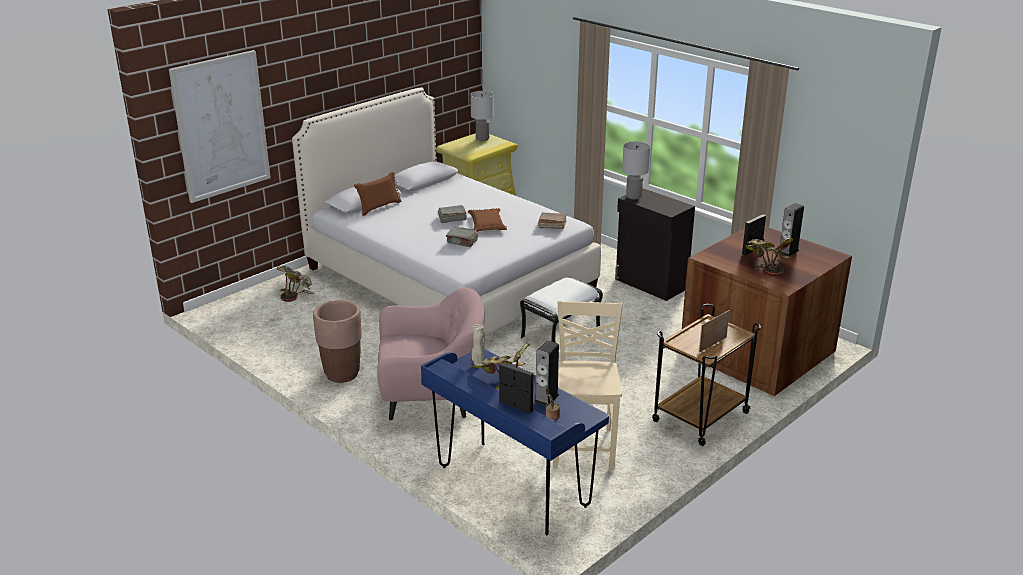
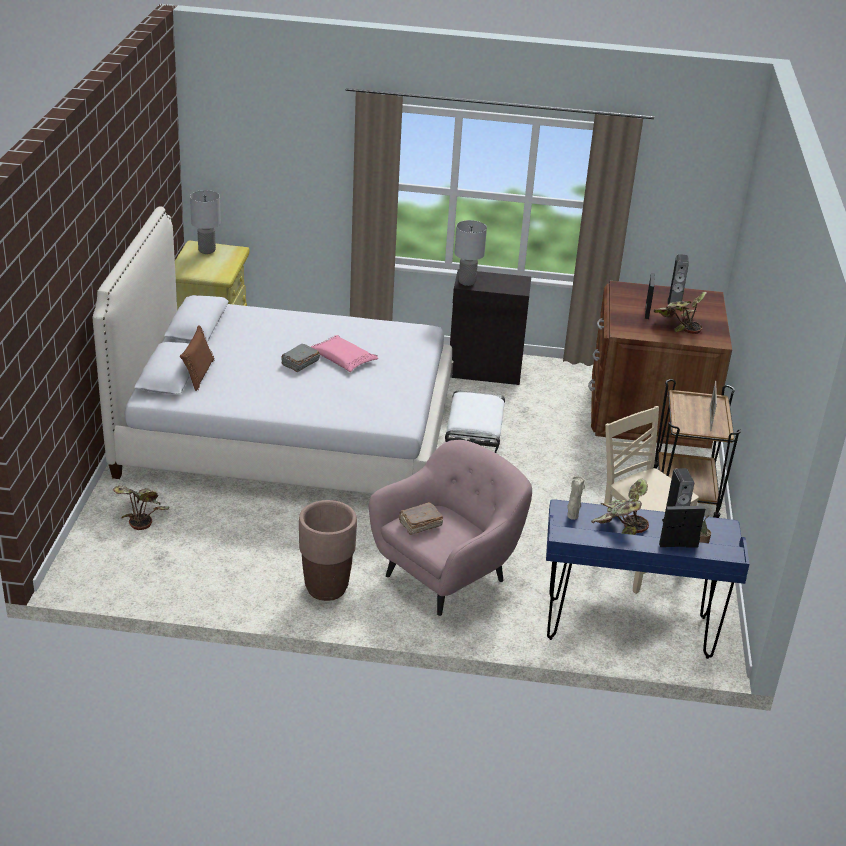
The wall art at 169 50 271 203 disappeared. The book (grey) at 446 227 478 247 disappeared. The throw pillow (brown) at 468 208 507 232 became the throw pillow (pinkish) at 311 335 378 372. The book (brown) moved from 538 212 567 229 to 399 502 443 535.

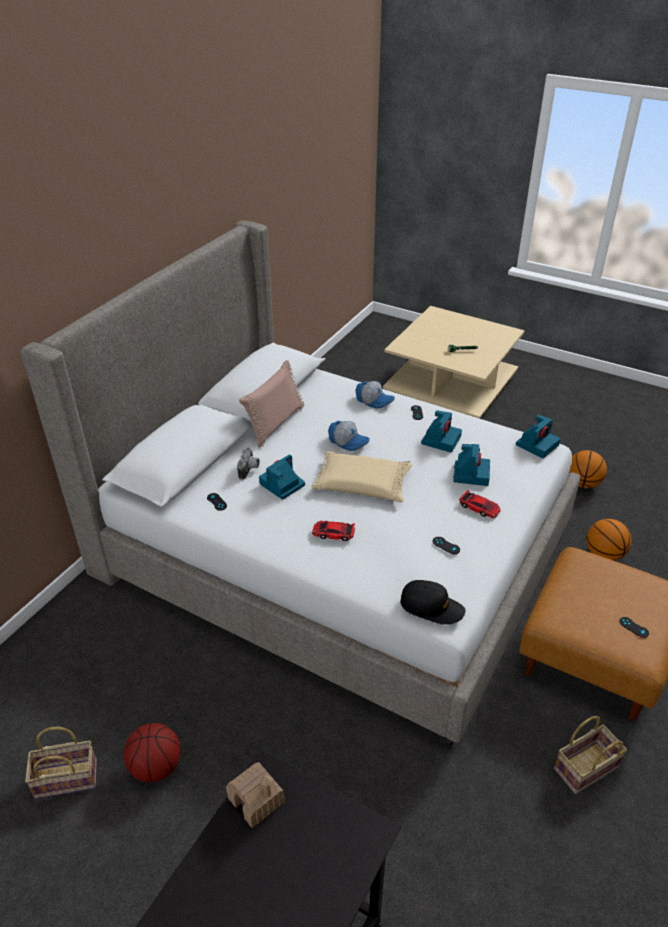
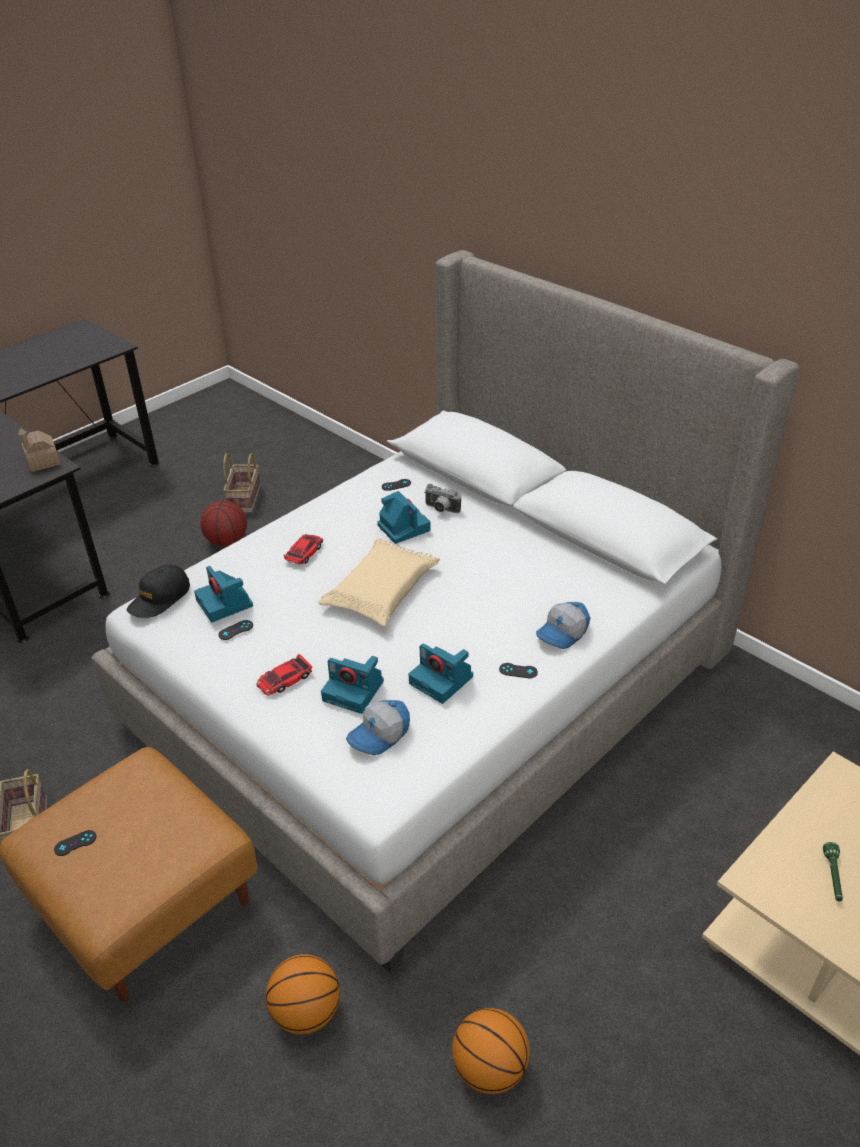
The throw pillow (beige-coloured) at 239 360 304 448 disappeared. The cap moved from 328 421 370 451 to 346 700 410 755. The still camera moved from 516 415 560 459 to 194 566 253 622.

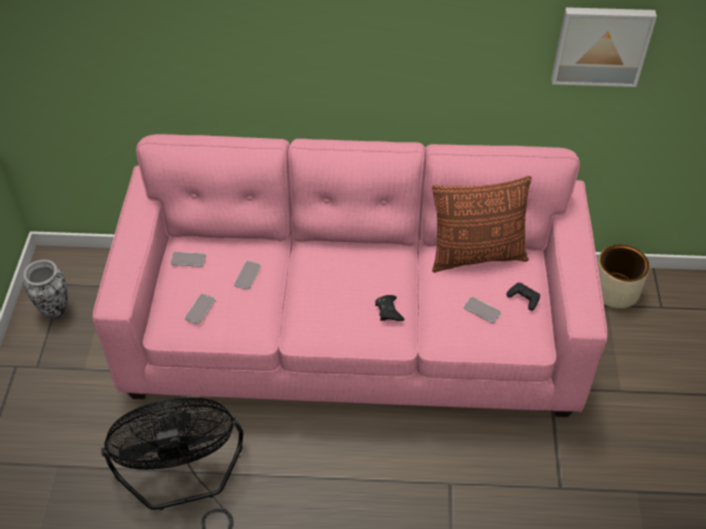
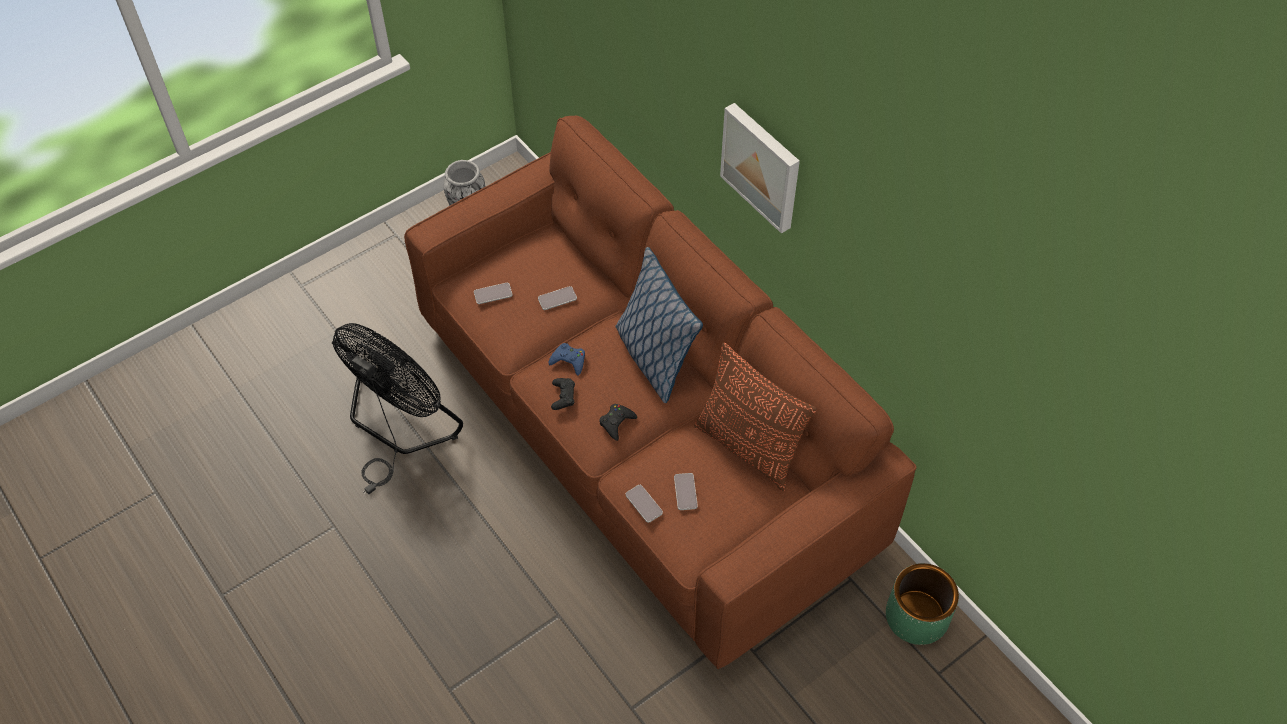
The couch (pinkish) at 93 134 607 417 became the couch (brown) at 404 116 917 669. The handset moved from 170 252 206 267 to 626 485 663 523. The gamepad (black-coloured) moved from 506 283 540 311 to 551 378 575 410. The wall art moved from 551 7 657 87 to 720 103 800 234. The planter (beige-coloured) at 597 244 650 308 became the planter (green) at 886 563 959 645. The gamepad (bluish) at 549 343 585 376 appeared. The throw pillow at 615 247 703 403 appeared.

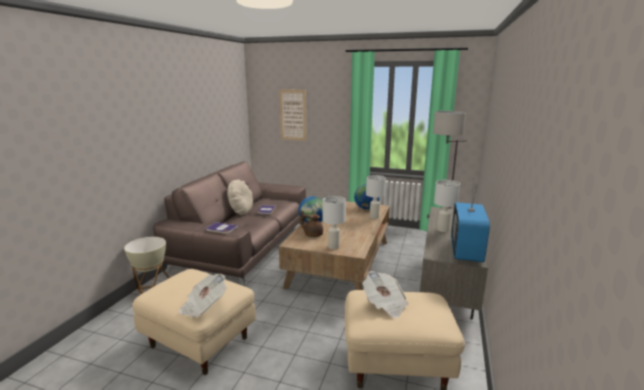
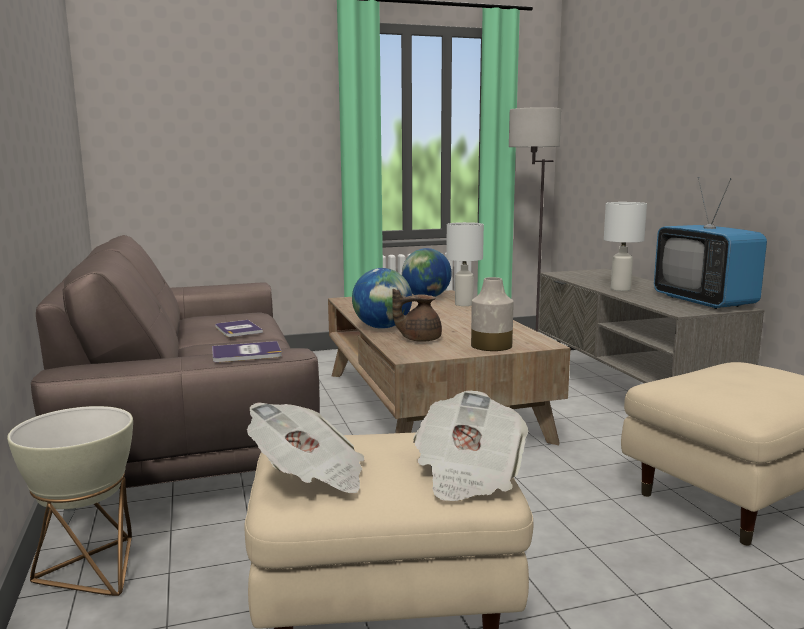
The throw pillow (beige-coloured) at 227 180 253 215 disappeared. The wall art at 279 89 307 141 disappeared. The lamp for a table (white) at 323 196 346 249 was replaced by the decorative vase (beige-coloured) at 471 277 514 351. The printed paper moved from 363 271 409 319 to 247 403 364 493.

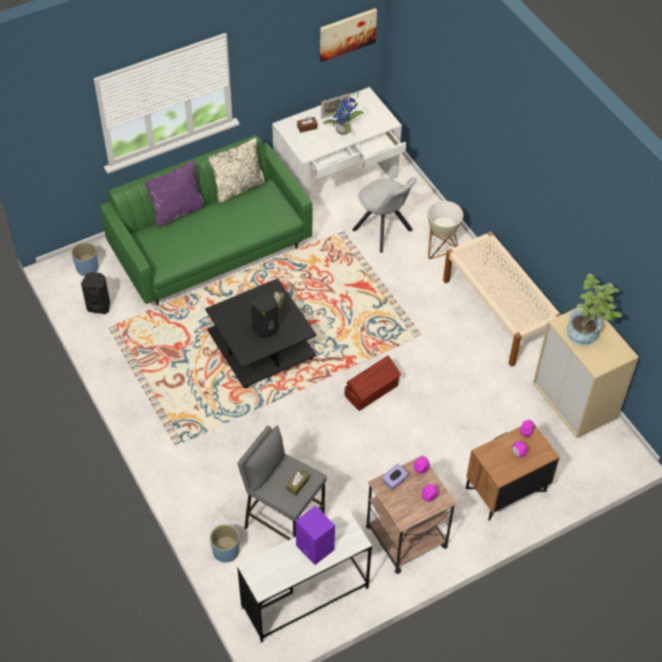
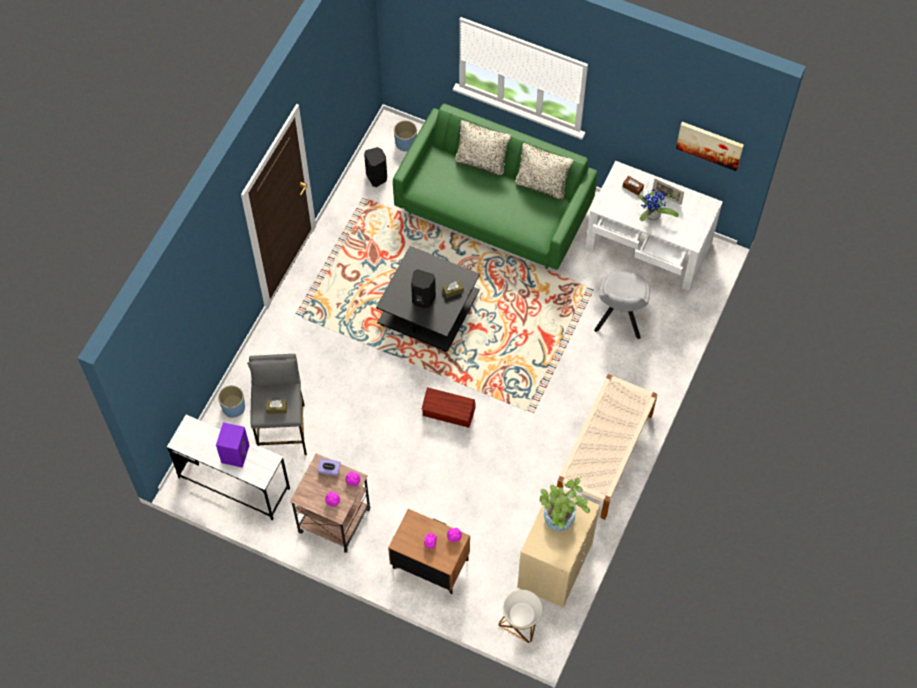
The throw pillow (purplish) at 145 160 204 227 became the throw pillow (beige-coloured) at 455 120 512 175. The planter moved from 427 201 463 259 to 498 590 542 643.

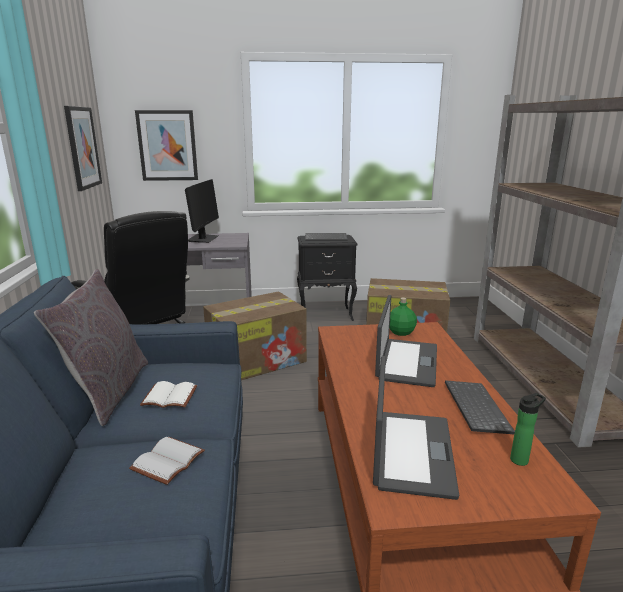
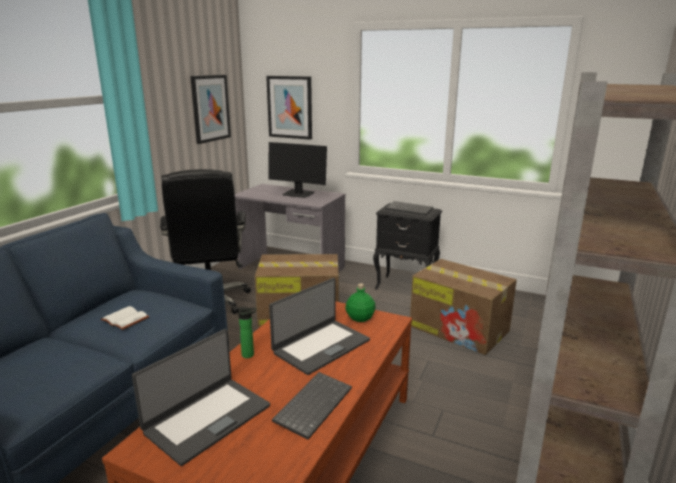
The throw pillow (grey) at 34 269 148 426 disappeared. The book (white) at 129 437 205 485 disappeared. The computer display at 185 179 219 243 turned 75 degrees clockwise. The bottle moved from 510 393 546 466 to 238 307 257 358.

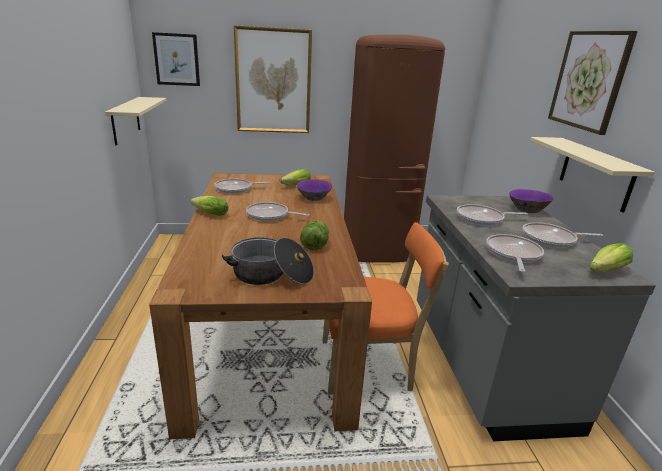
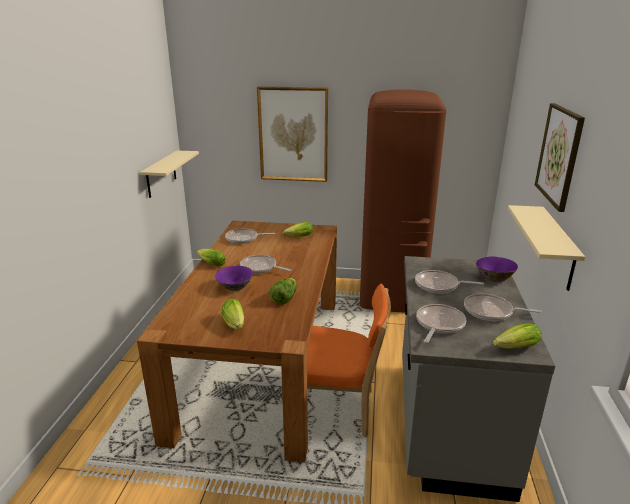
The wall art at 152 32 200 86 disappeared. The cooking pot at 222 237 314 285 was replaced by the lettuce at 221 299 244 329. The deep dish (purplish) moved from 297 179 332 201 to 215 266 253 291.

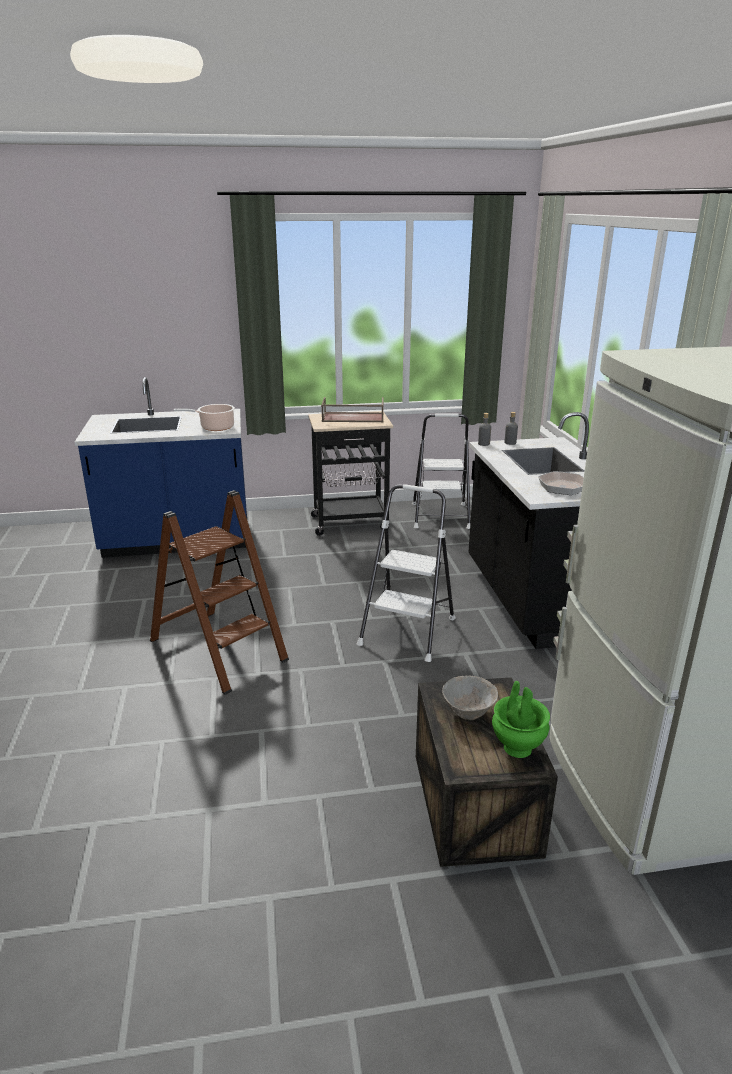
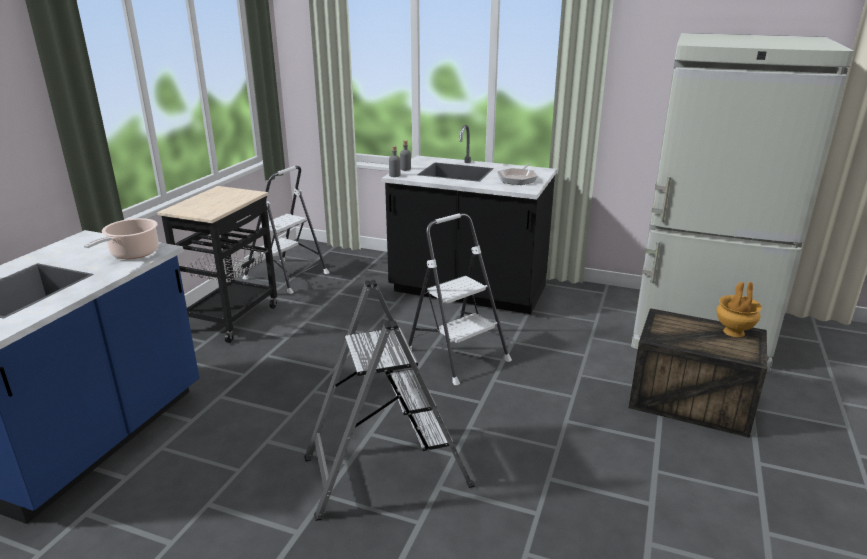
The step ladder (brown) at 150 490 289 695 became the step ladder (grey) at 304 280 475 521. The tray (brown) at 321 397 384 422 disappeared. The deep dish (grey) at 442 676 498 720 disappeared. The decorative vase (green) at 492 681 550 758 became the decorative vase (brown) at 717 282 762 337.

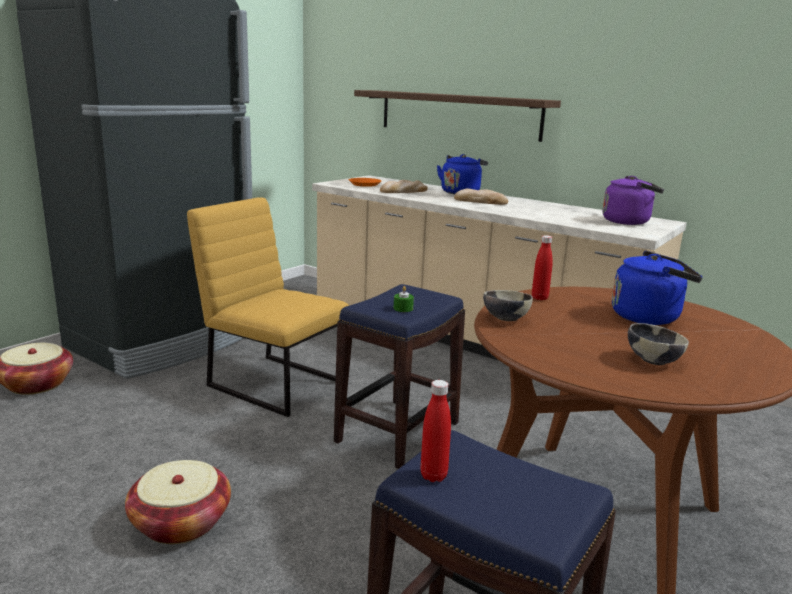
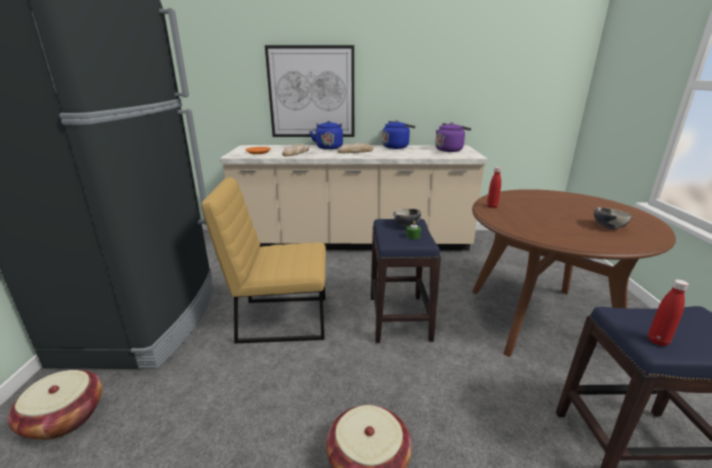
The wall shelf at 354 90 561 142 was replaced by the wall art at 265 45 354 137. The deep dish moved from 483 290 533 321 to 393 209 421 227. The water kettle (bluish) moved from 612 251 702 325 to 382 120 415 149.

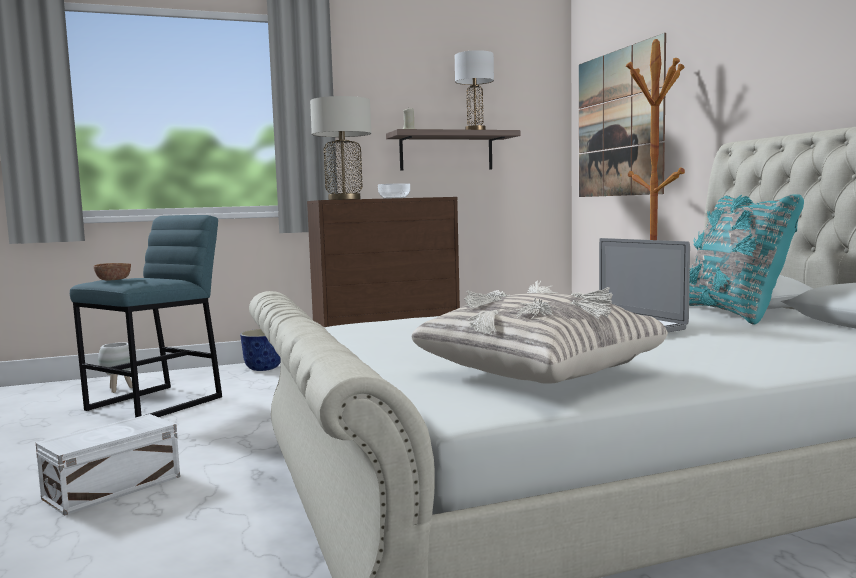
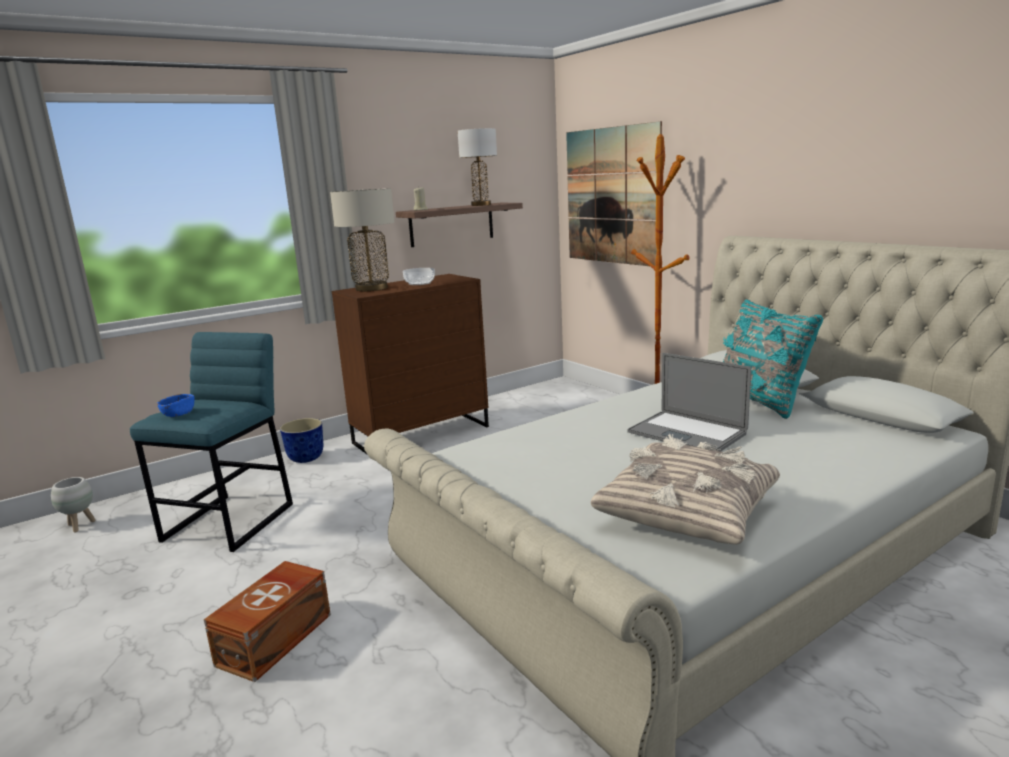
The storage box (white) at 36 414 180 516 became the storage box (brown) at 204 561 331 682. The deep dish (brown) at 94 263 131 281 became the deep dish (bluish) at 157 394 194 417. The planter (white) moved from 98 342 133 393 to 51 477 96 533.

